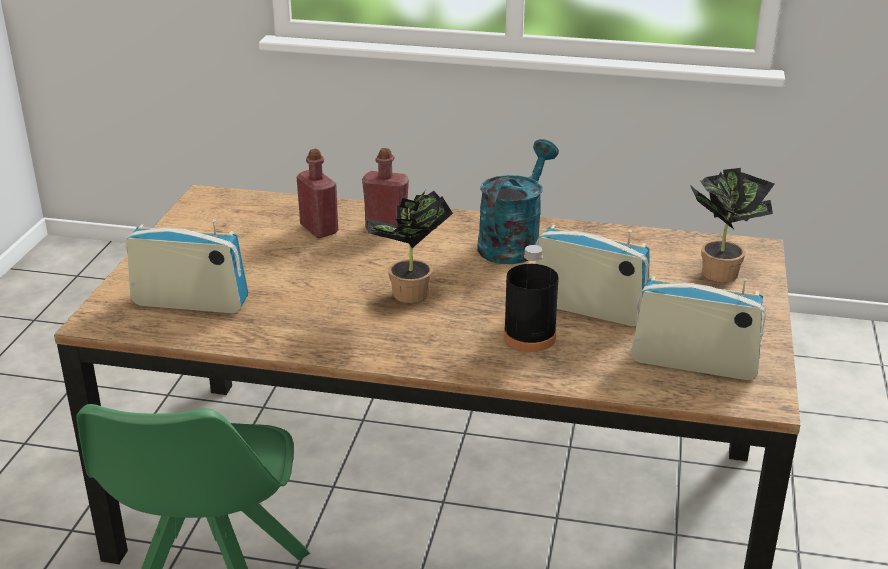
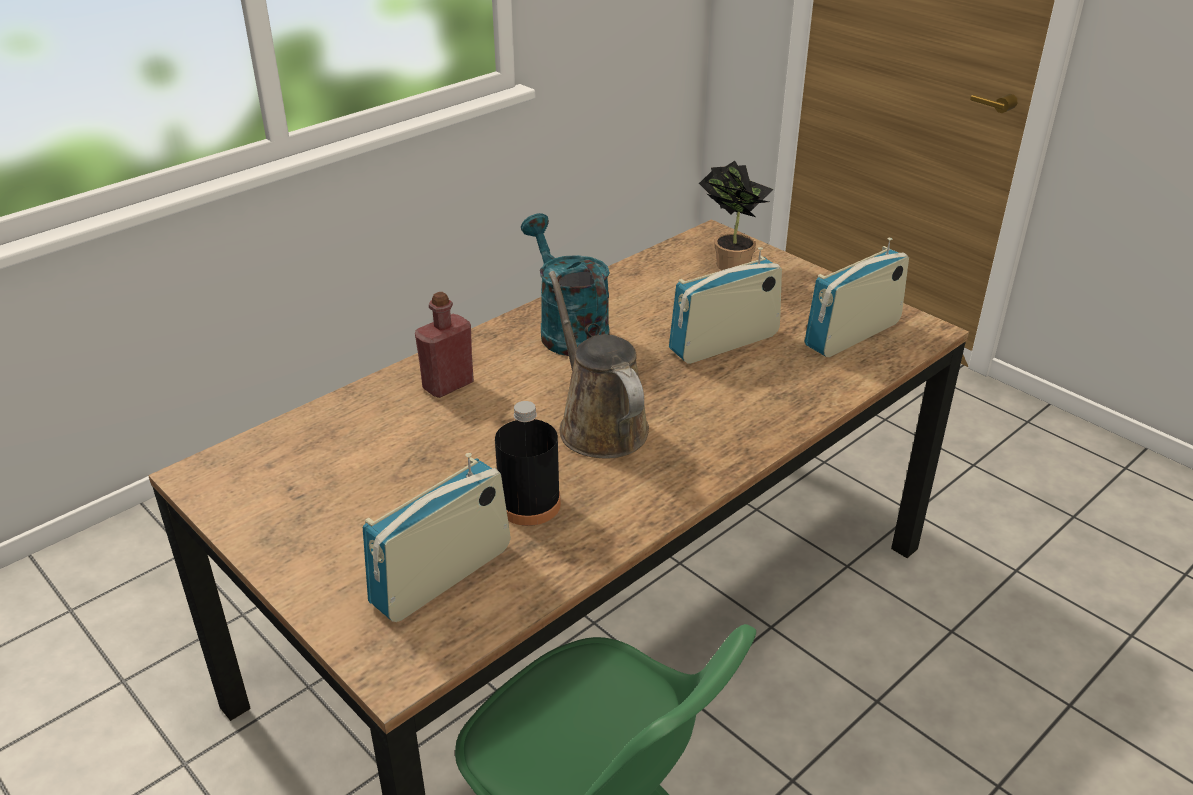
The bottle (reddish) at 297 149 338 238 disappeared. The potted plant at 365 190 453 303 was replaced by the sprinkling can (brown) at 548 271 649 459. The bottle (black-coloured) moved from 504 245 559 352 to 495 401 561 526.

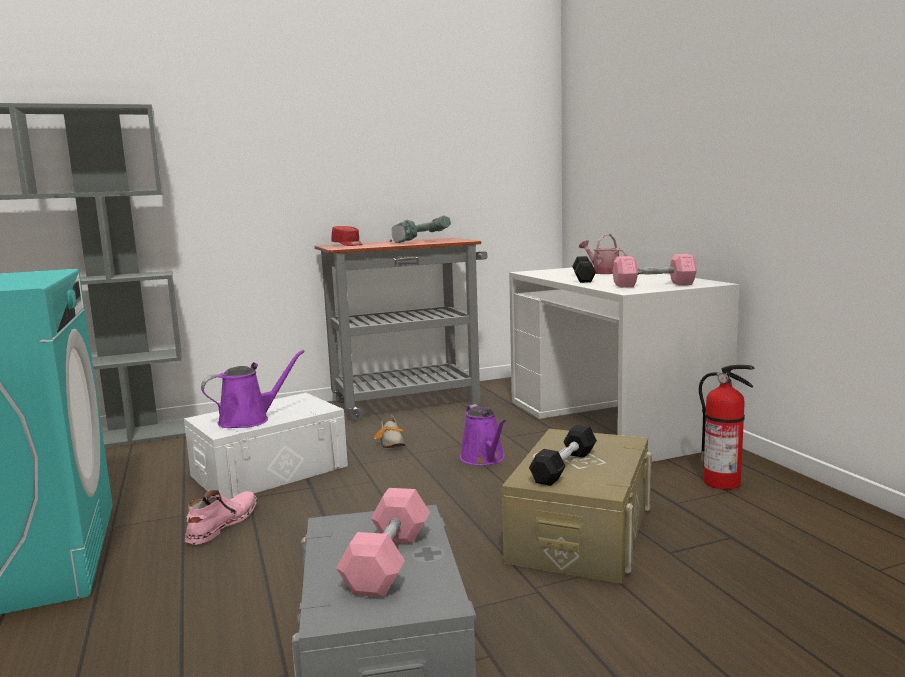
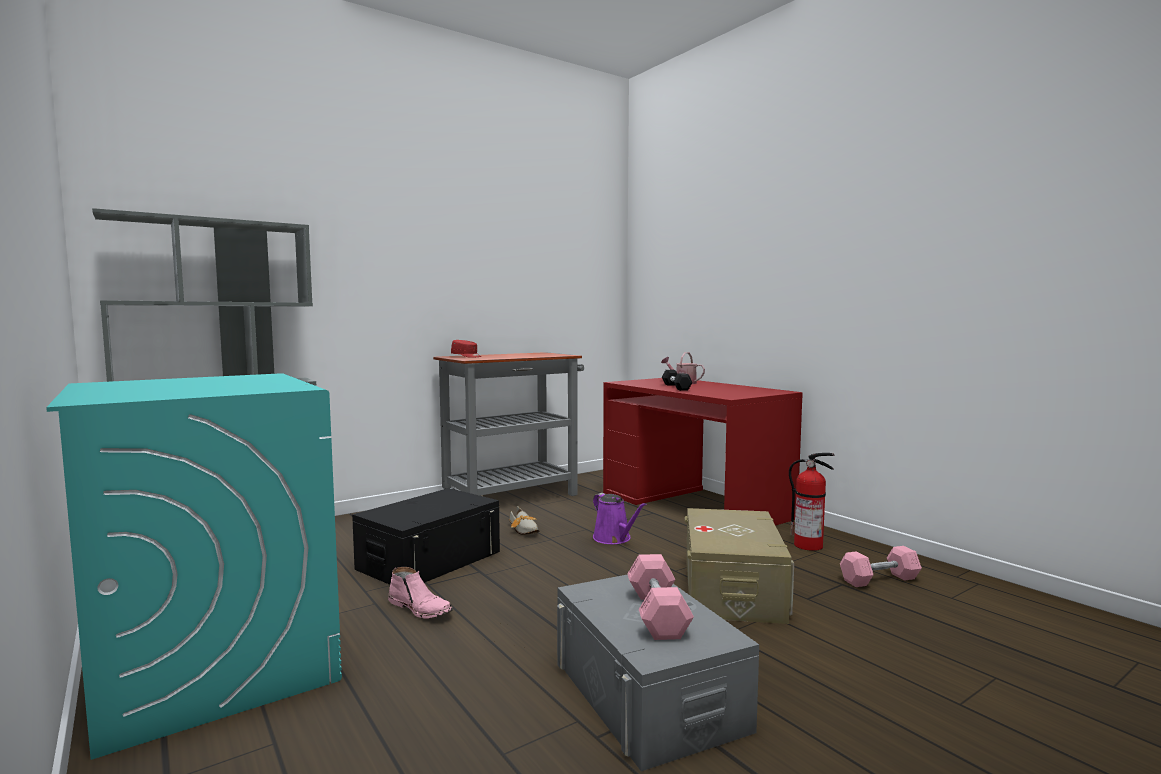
The storage box (white) at 184 393 348 500 became the storage box (black-coloured) at 352 488 500 585. The high-top boot (pinkish) at 185 490 257 545 turned 120 degrees clockwise. The sprinkling can (purplish) at 201 350 305 428 disappeared. The power drill at 390 215 451 243 disappeared. The desk table (white) at 509 266 740 462 became the desk table (reddish) at 603 378 803 526. The dumbbell (black-coloured) at 529 425 597 486 disappeared. The dumbbell (pinkish) moved from 613 254 697 288 to 840 546 922 587.

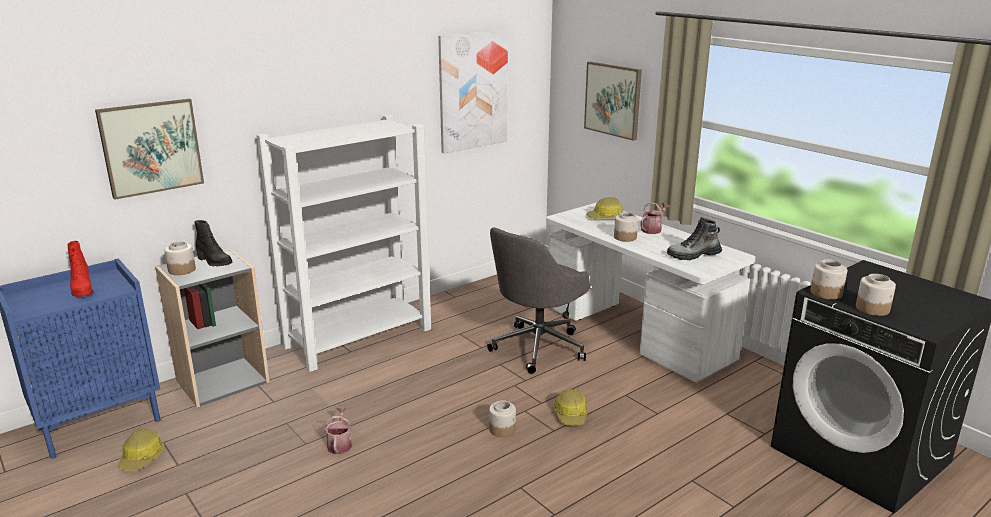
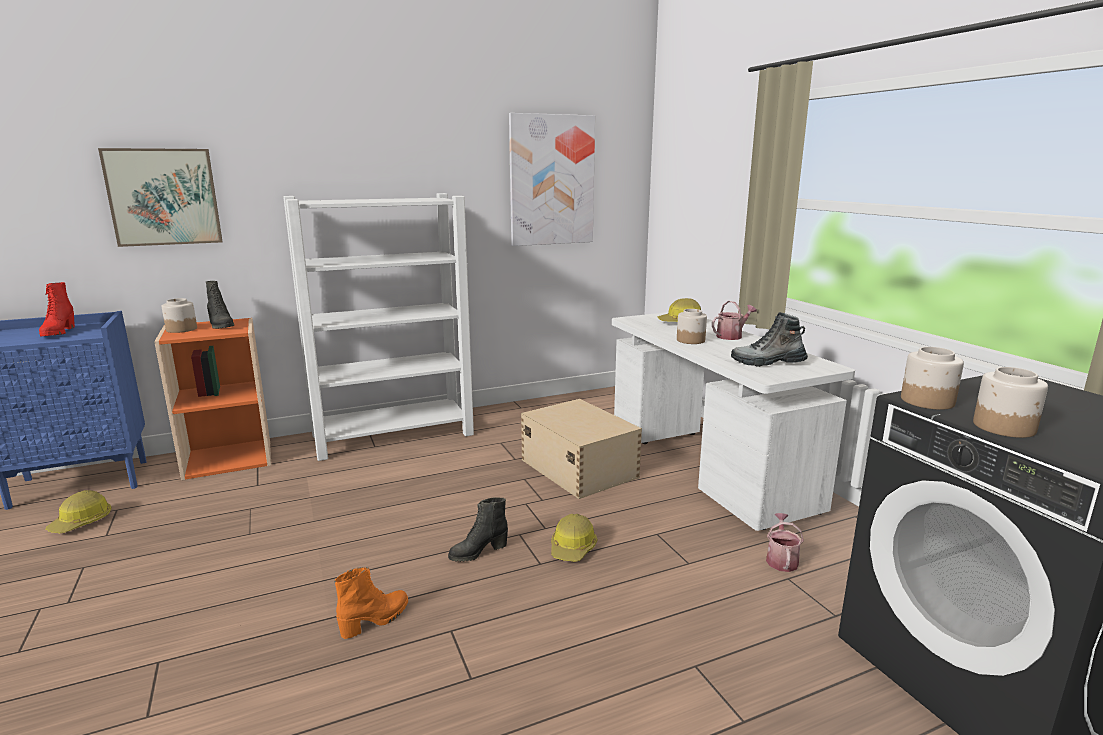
The bookshelf (grey) at 155 249 270 407 became the bookshelf (orangey) at 154 318 271 480. The sprinkling can moved from 324 407 352 454 to 766 513 804 572. The computer chair (grey) at 487 228 590 374 was replaced by the storage box (beige-coloured) at 521 399 642 499. The storage jar at 489 400 516 437 was replaced by the high-top boot (black-coloured) at 448 497 508 562. The wall art at 584 62 642 141 disappeared. The high-top boot (orangey) at 334 567 408 639 appeared.

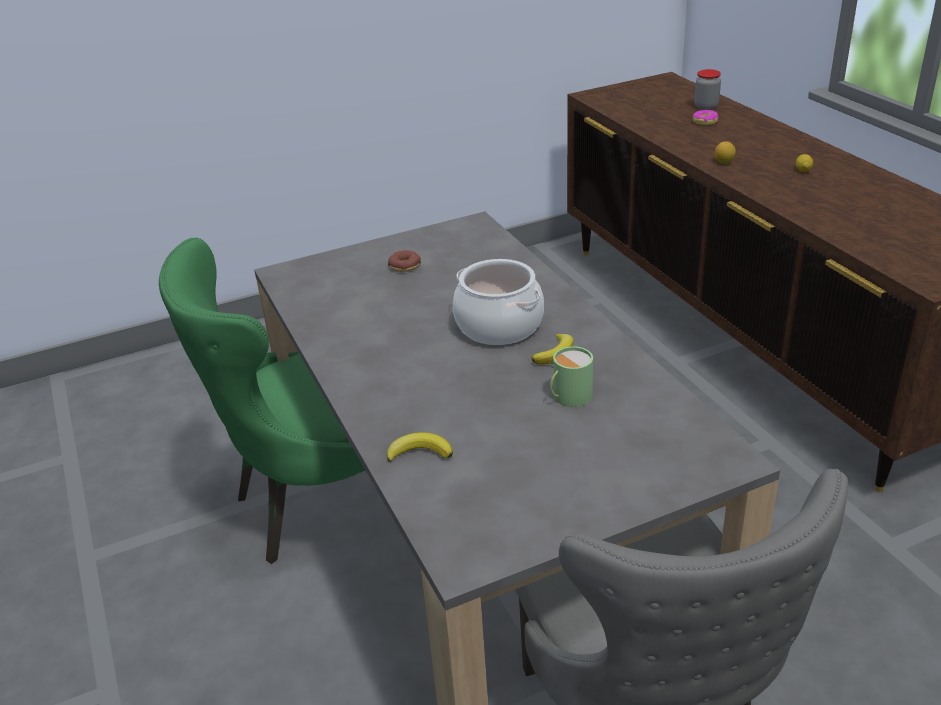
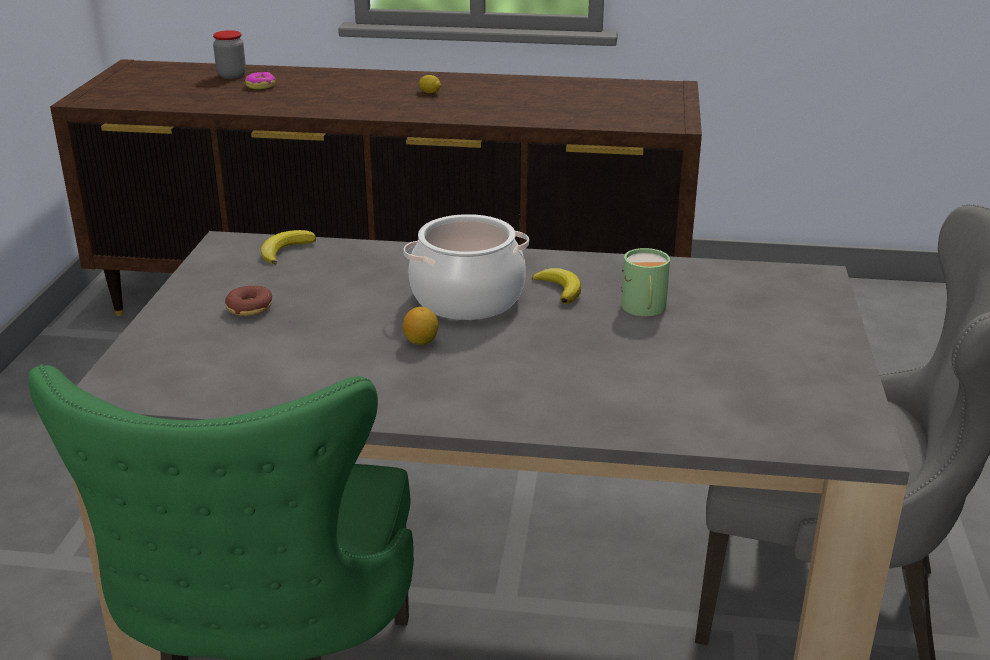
The banana moved from 387 432 453 463 to 261 230 316 265. The lemon moved from 715 141 736 164 to 403 307 438 345.

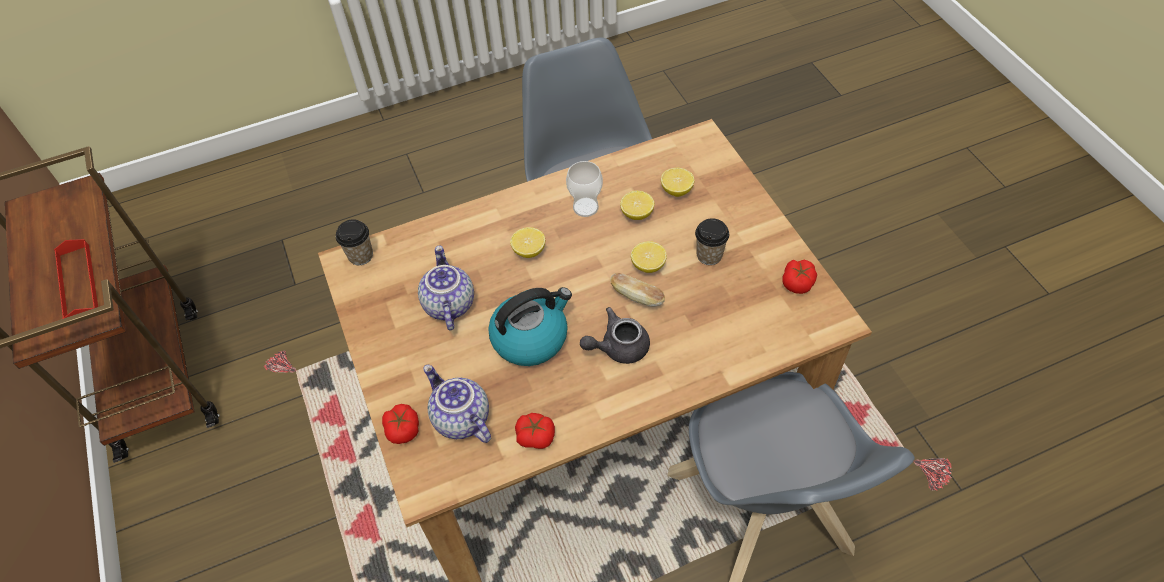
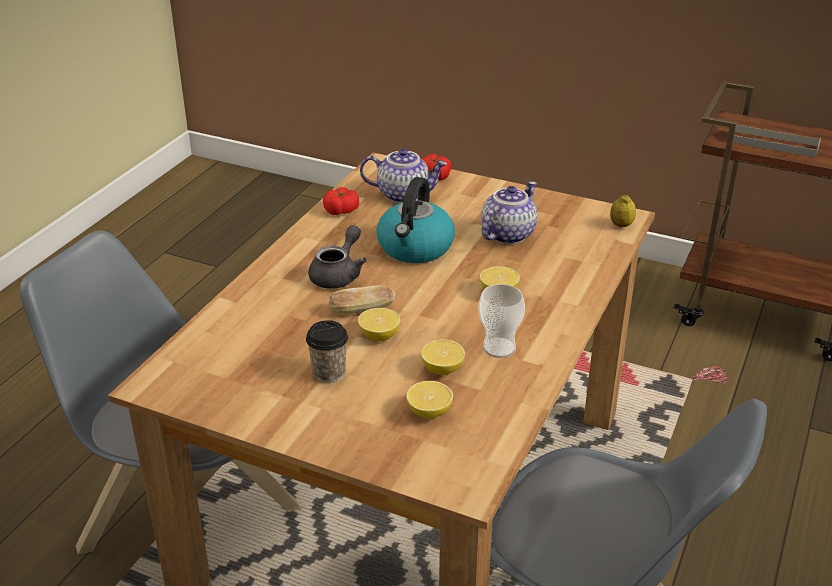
The tray (reddish) at 54 239 98 319 became the tray (grey) at 733 125 821 157. The drinking cup at 336 219 373 265 was replaced by the lemon at 610 195 636 227. The teapot at 418 245 474 331 turned 90 degrees counterclockwise. The whole tomato at 783 260 817 294 disappeared.

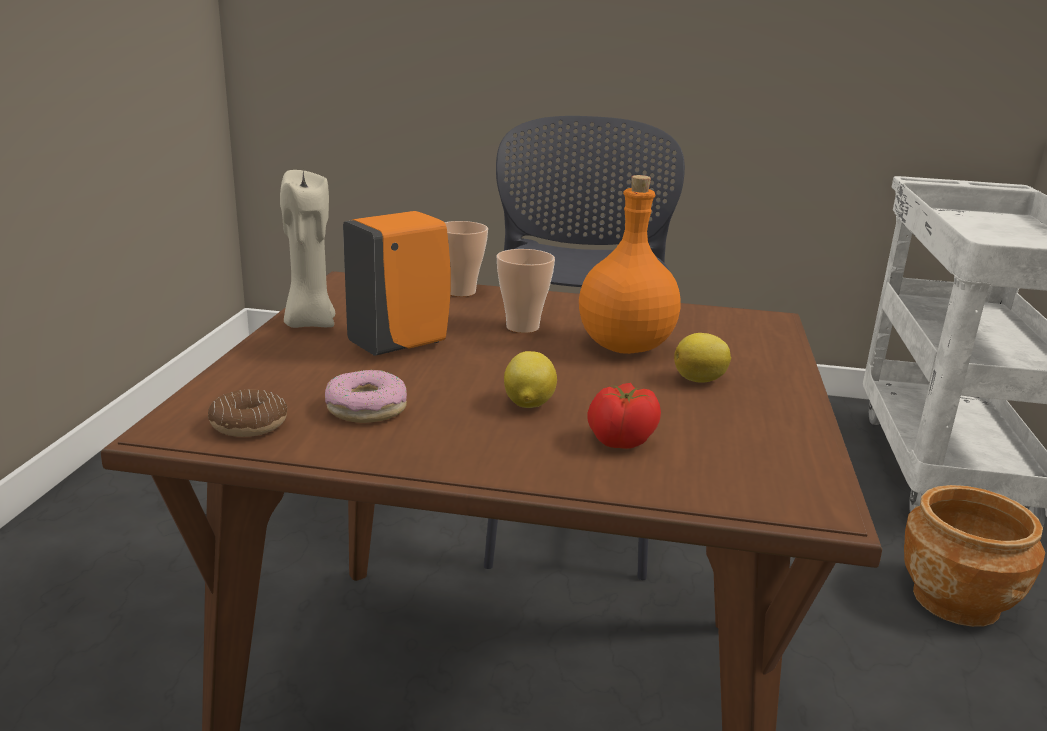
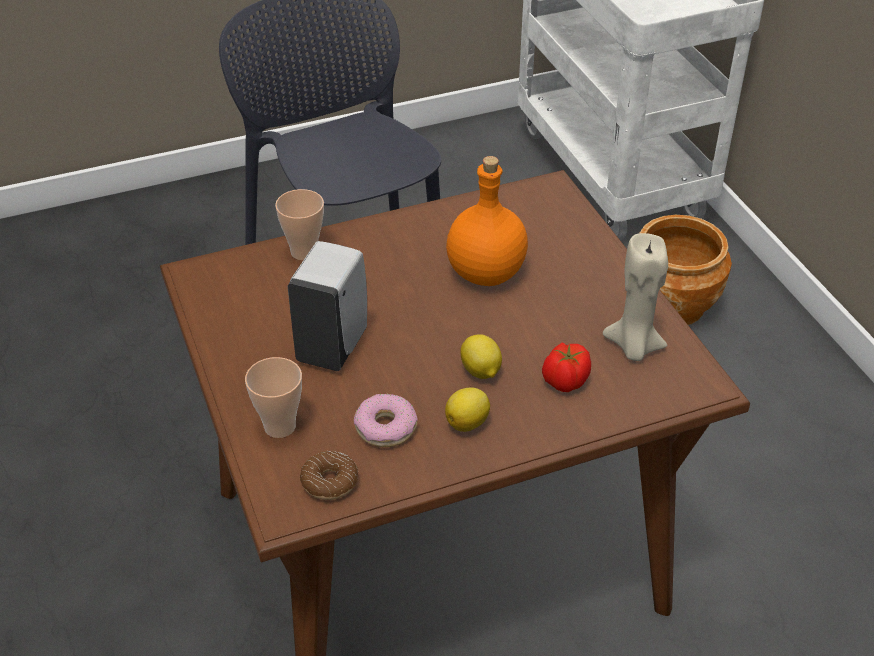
The wax light (beige-coloured) moved from 280 170 335 328 to 603 233 668 361. The soap bottle (orangey) at 343 211 451 356 became the soap bottle (white) at 288 241 367 371. The drinking cup moved from 496 249 555 333 to 245 357 302 438. The lemon moved from 674 333 731 383 to 445 387 490 432.

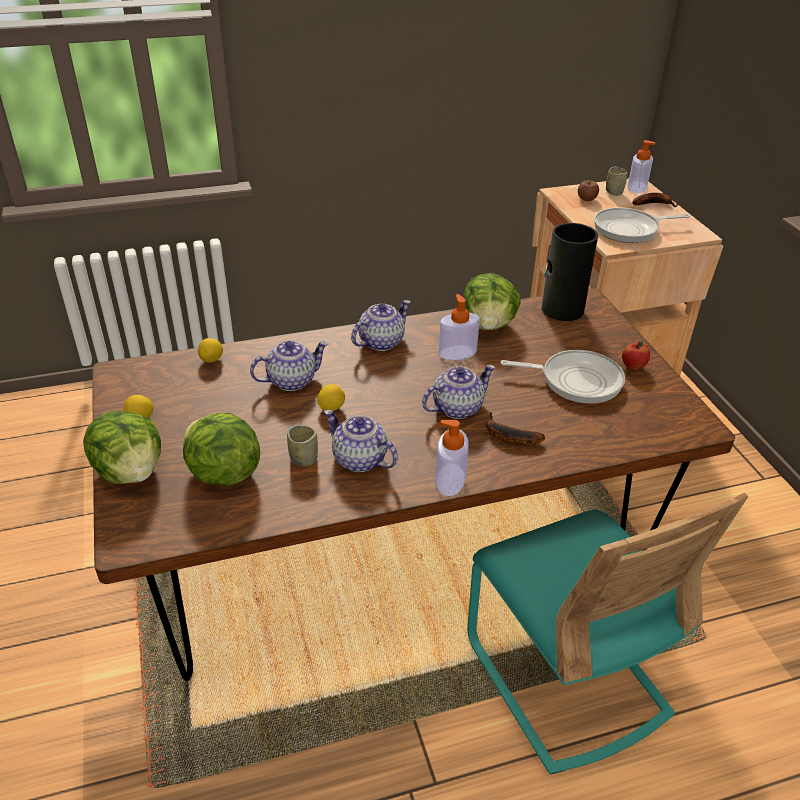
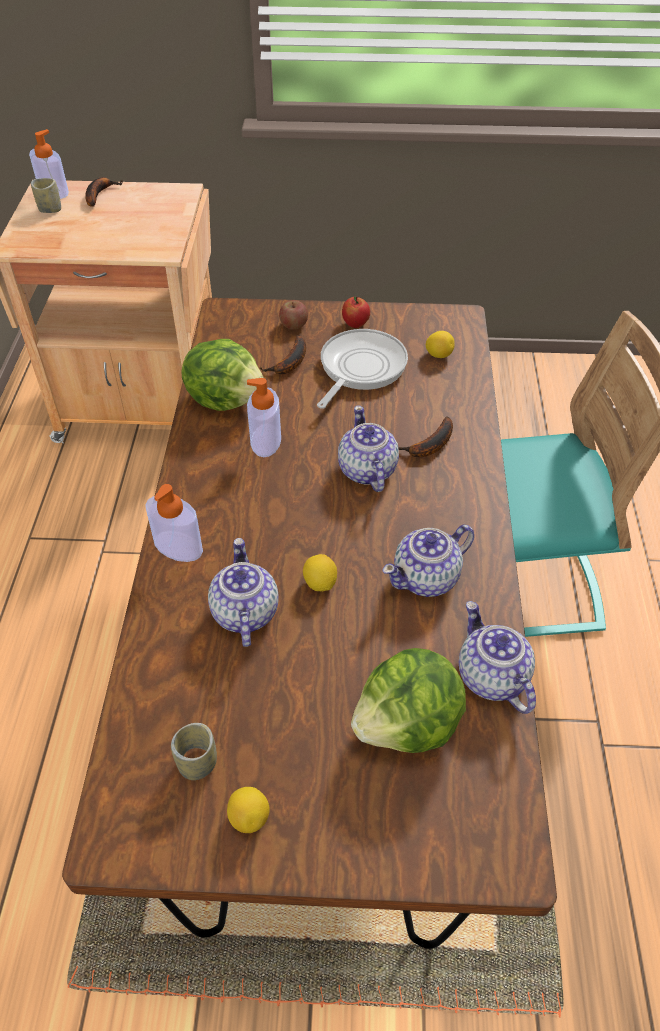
The lettuce at 83 411 161 484 disappeared. The lemon moved from 198 338 223 362 to 426 331 455 358. The drinking cup moved from 287 425 318 466 to 171 723 217 780. The teapot moved from 351 300 411 351 to 459 601 536 714. The soap bottle moved from 435 420 469 496 to 145 484 203 562. The decorative vase at 542 223 598 321 disappeared. The apple moved from 578 180 599 201 to 279 300 308 330. The frying pan at 594 207 690 243 disappeared. The banana at 259 335 306 374 appeared.

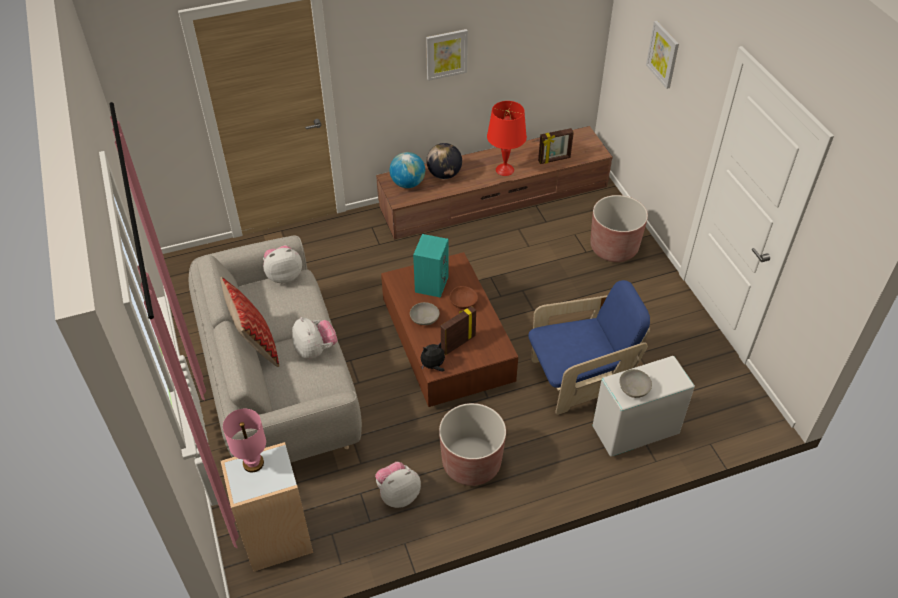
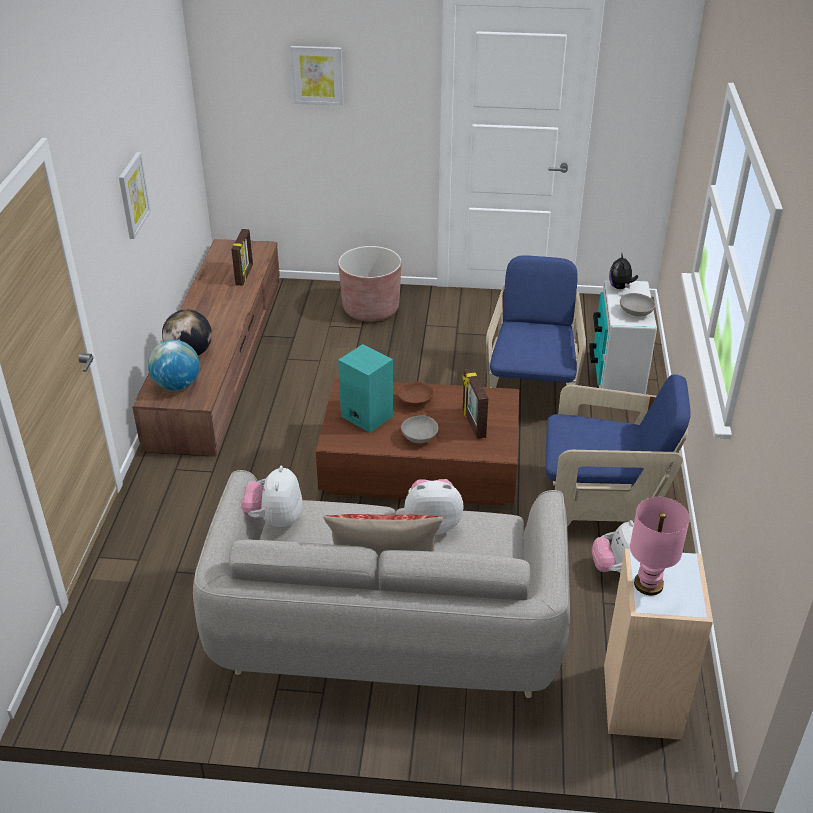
The plush toy moved from 421 343 445 372 to 609 254 638 289. The planter (brown) at 439 403 506 486 was replaced by the easy chair (bluish) at 545 374 691 526. The lamp for a table (reddish) at 487 101 527 176 disappeared.

